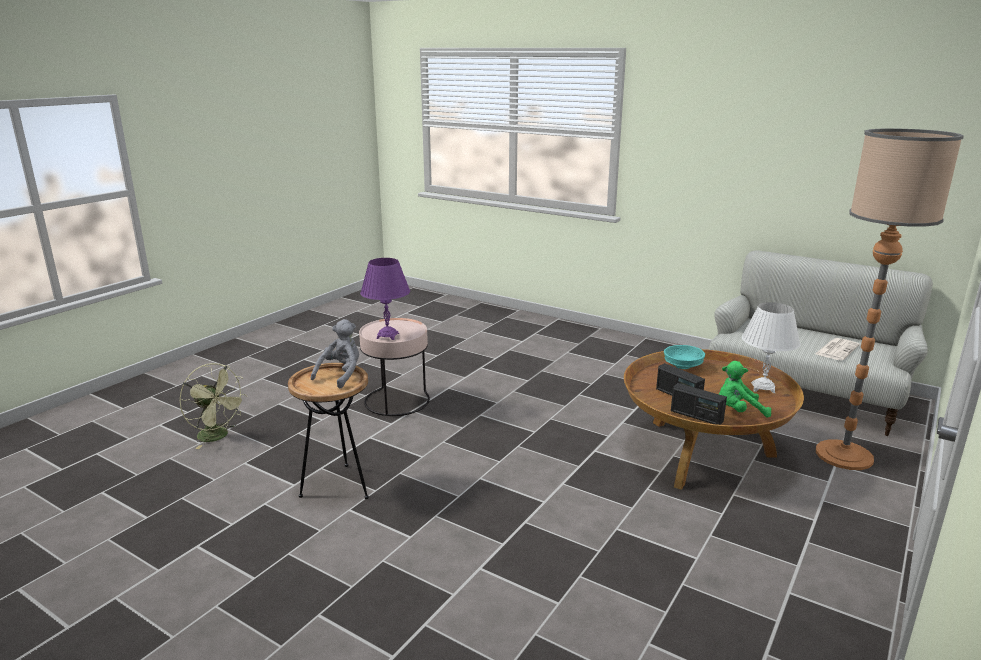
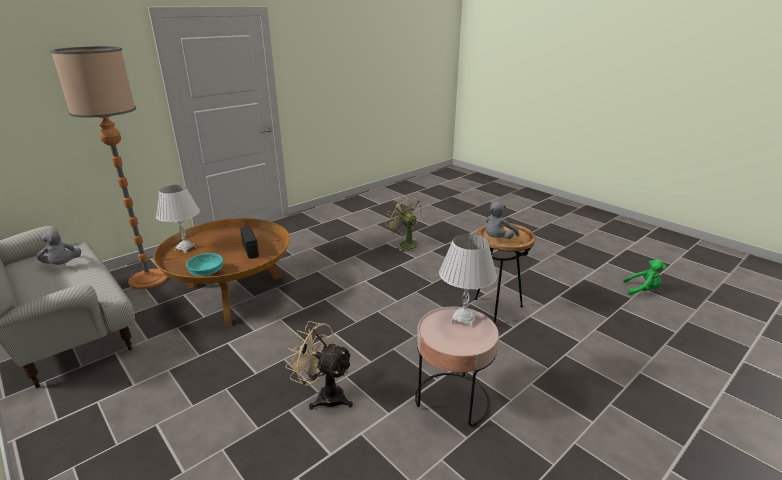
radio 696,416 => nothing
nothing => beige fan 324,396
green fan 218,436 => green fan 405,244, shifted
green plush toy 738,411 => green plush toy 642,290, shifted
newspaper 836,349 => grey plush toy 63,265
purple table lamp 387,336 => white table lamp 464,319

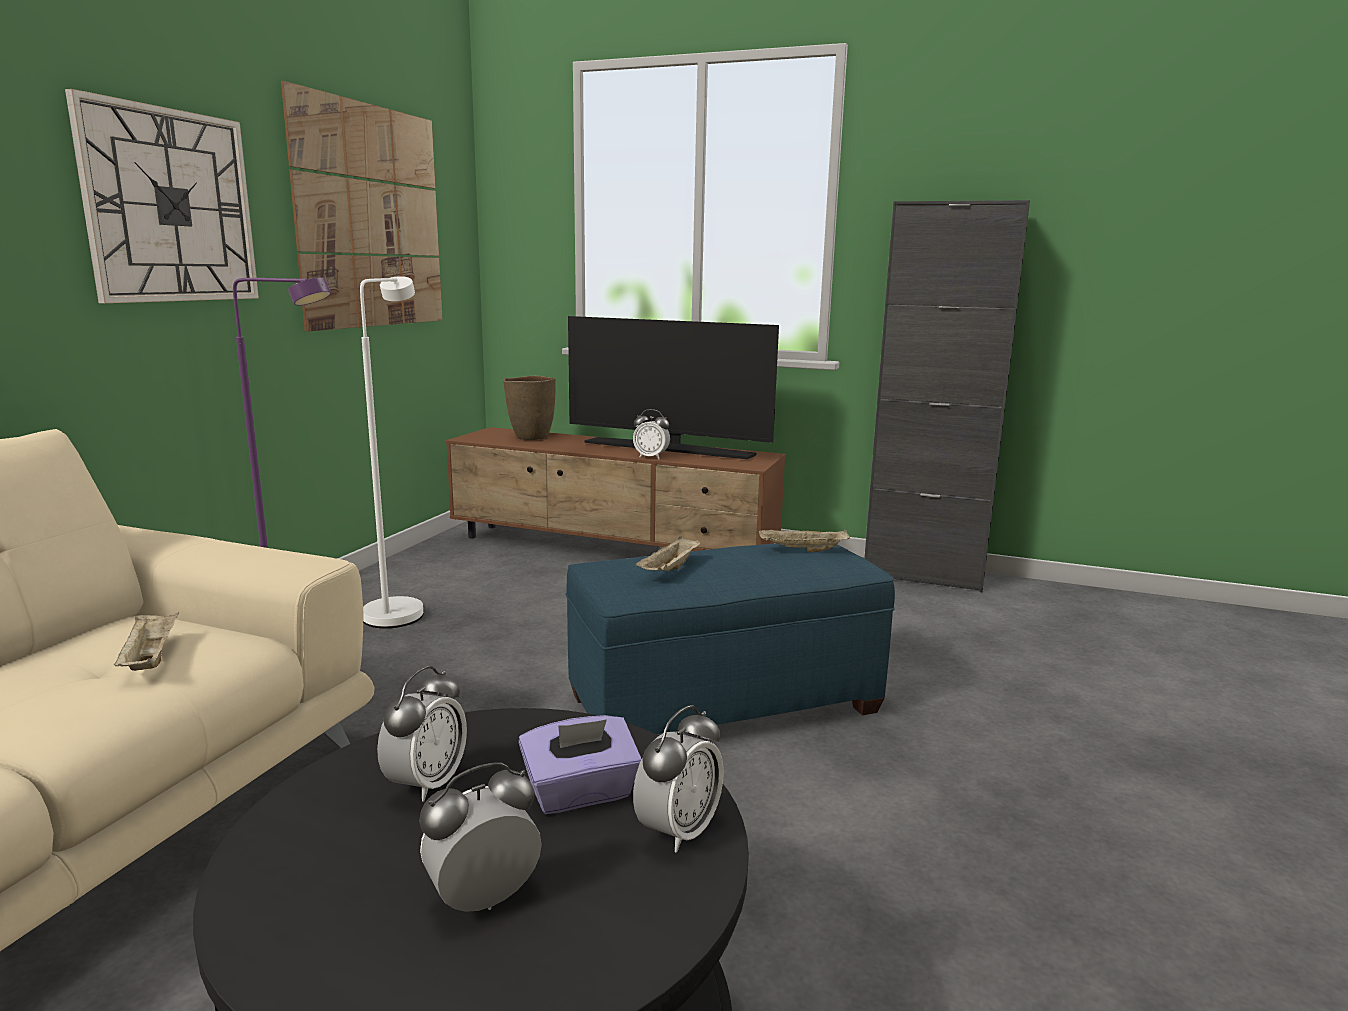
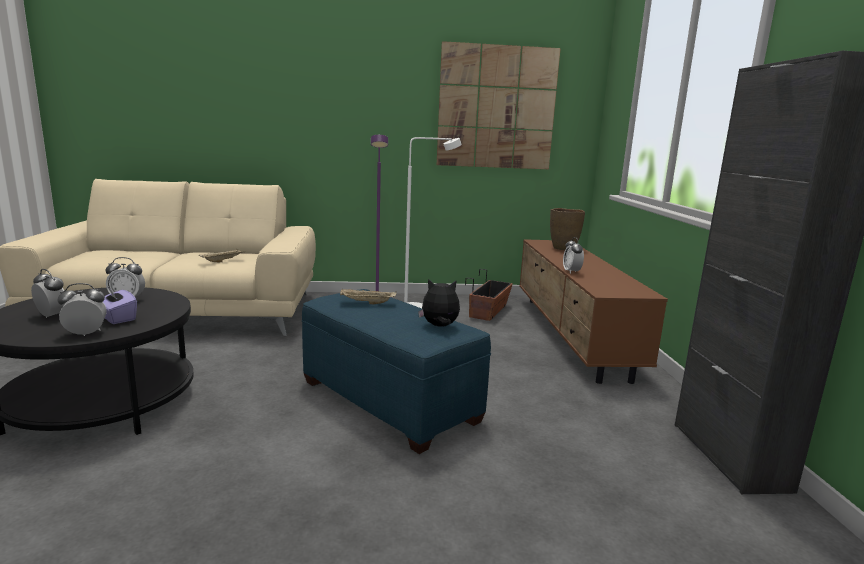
wall clock 170,206 => nothing
television 669,449 => nothing
nothing => planter 489,311
beige tray 802,551 => plush toy 439,326
alarm clock 678,831 => alarm clock 86,334, 150 degrees clockwise

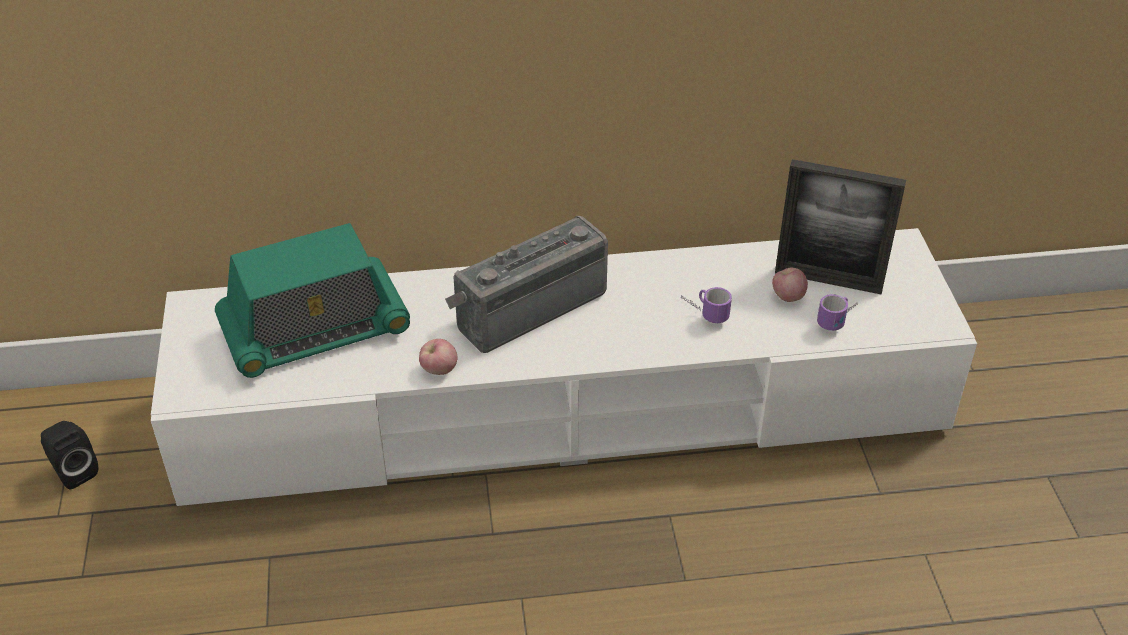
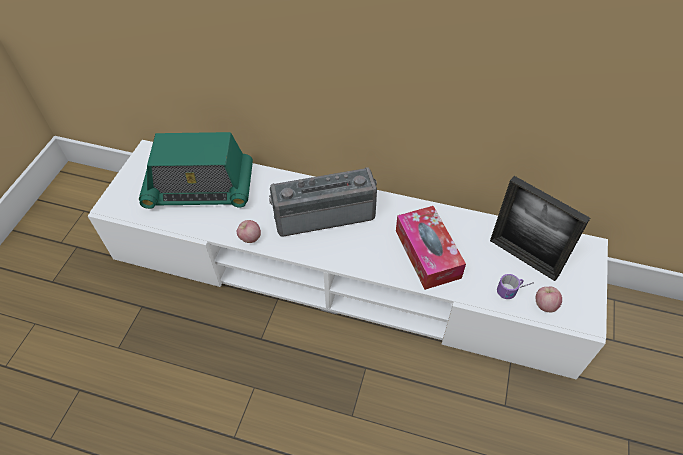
black speaker 74,471 => nothing
apple 787,297 => apple 545,305, shifted
mug 703,313 => tissue box 427,253

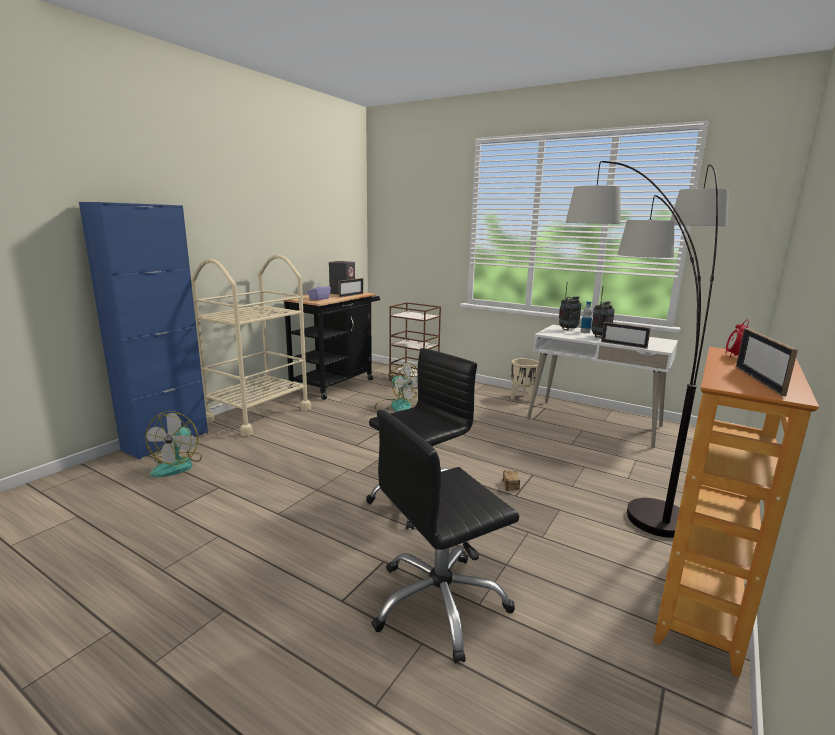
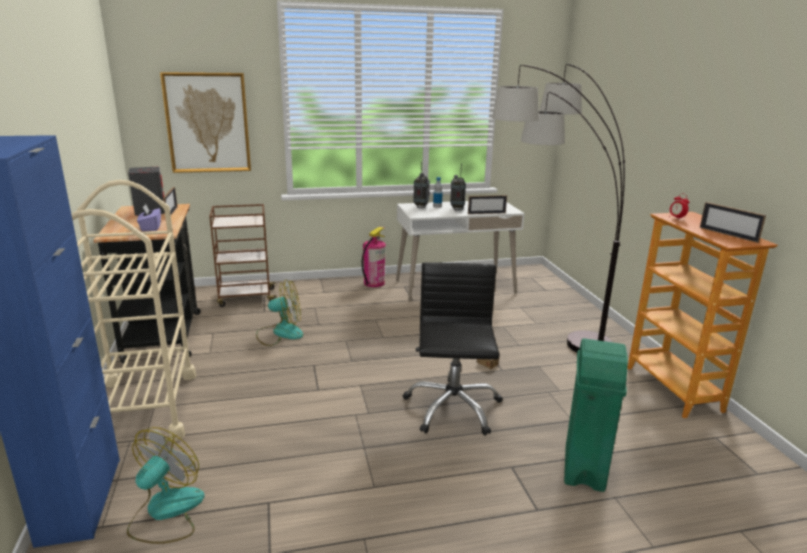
nothing => picture 207,123
black office chair 439,603 => green trash can 583,468
beige planter 522,398 => fire extinguisher 374,283
fan 178,465 => fan 165,512, 120 degrees counterclockwise

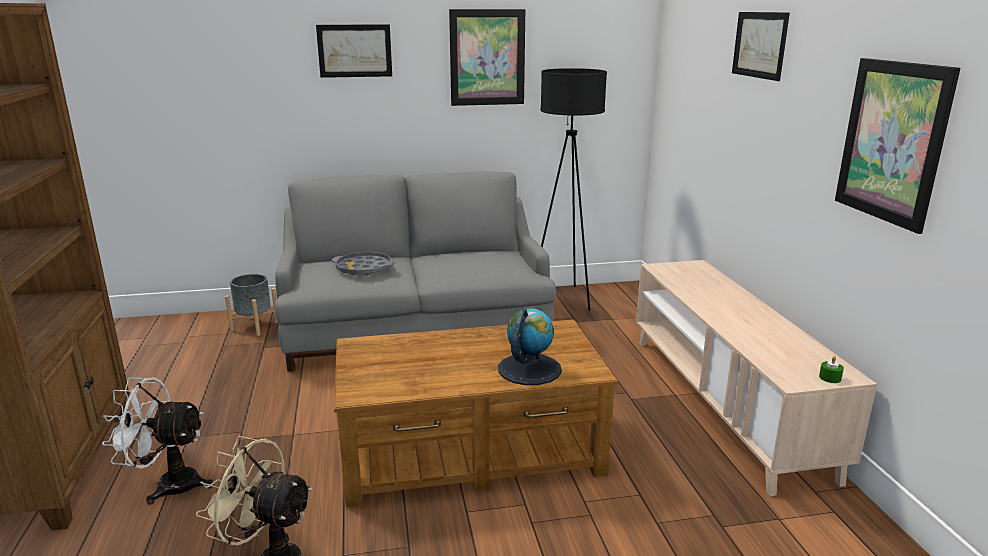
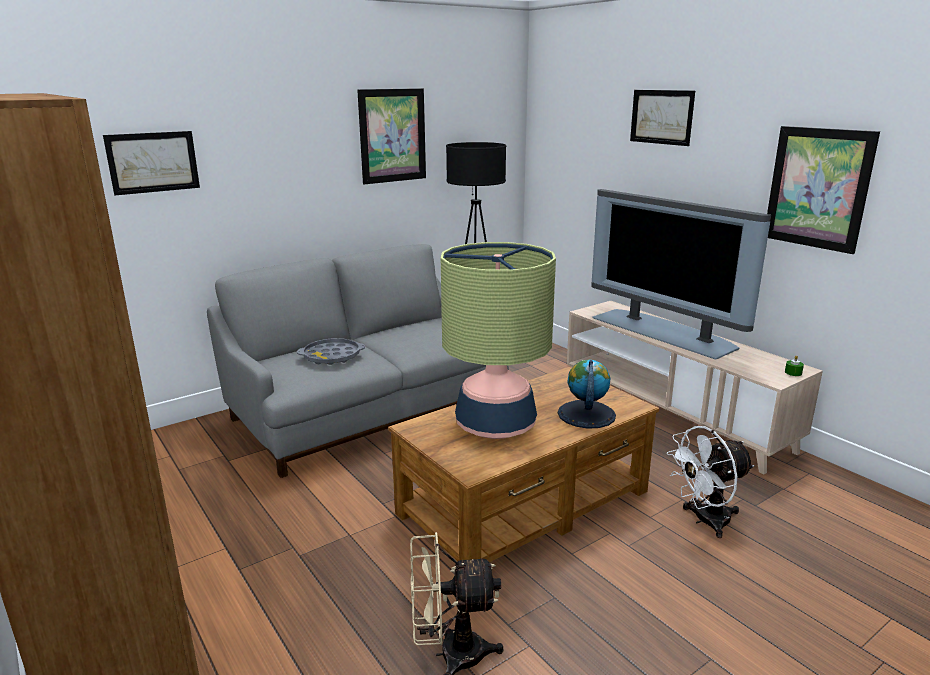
grey planter 255,326 => nothing
nothing => table lamp 495,425
nothing => television 664,331
white fan 168,484 => white fan 704,521, shifted
picture 354,51 => picture 153,162, shifted

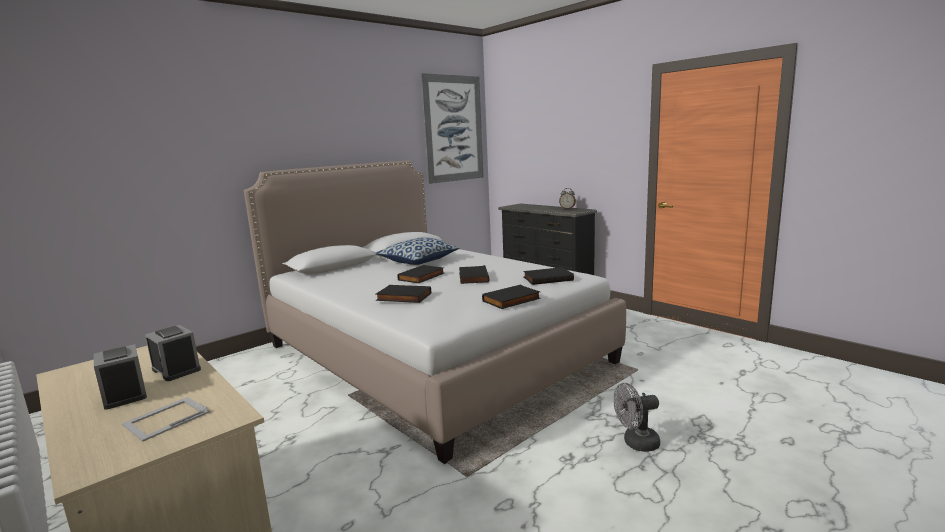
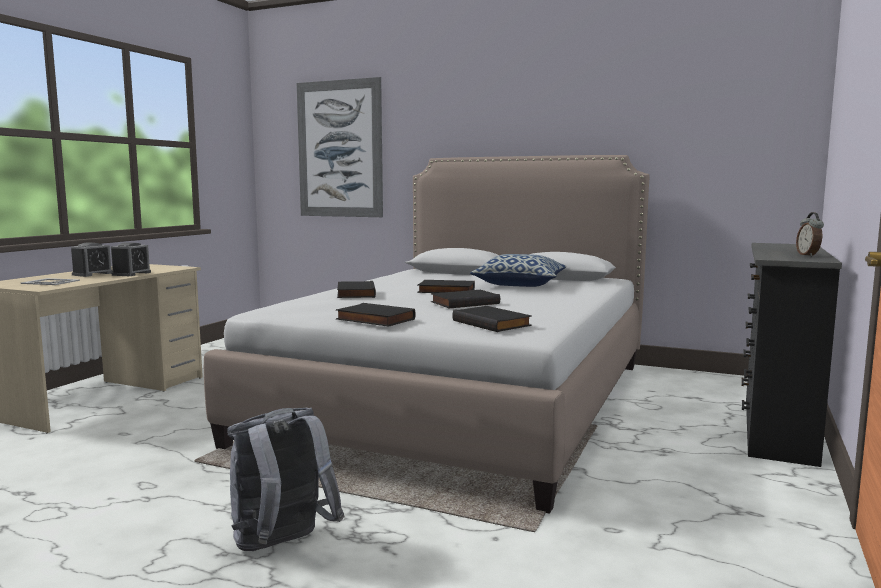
picture 453,129 => picture 340,149, shifted
grey fan 636,443 => grey backpack 282,546

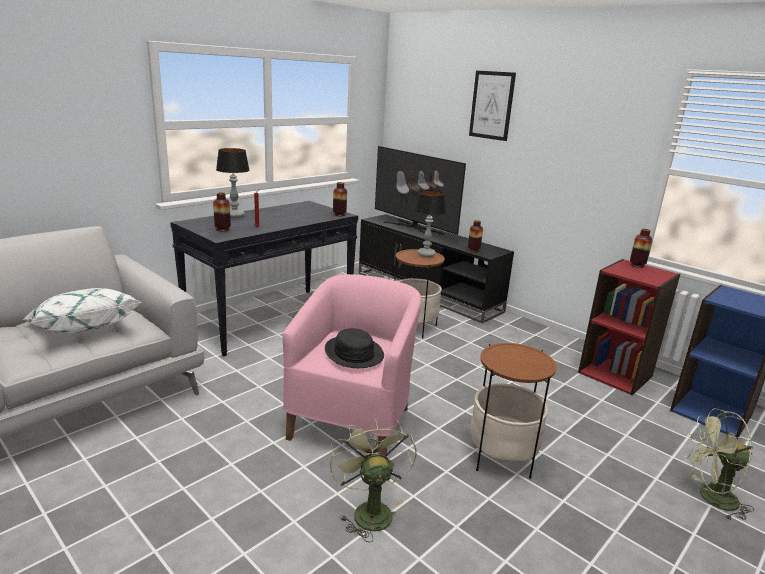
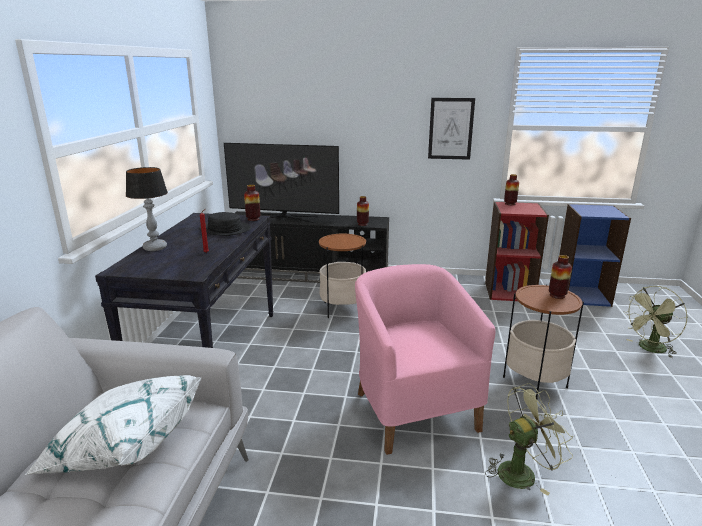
table lamp 426,254 => nothing
vase 222,229 => vase 557,295, shifted
black hat 353,353 => black hat 225,229, shifted
picture 491,105 => picture 450,129, shifted
green fan 369,510 => green fan 522,472, 120 degrees clockwise

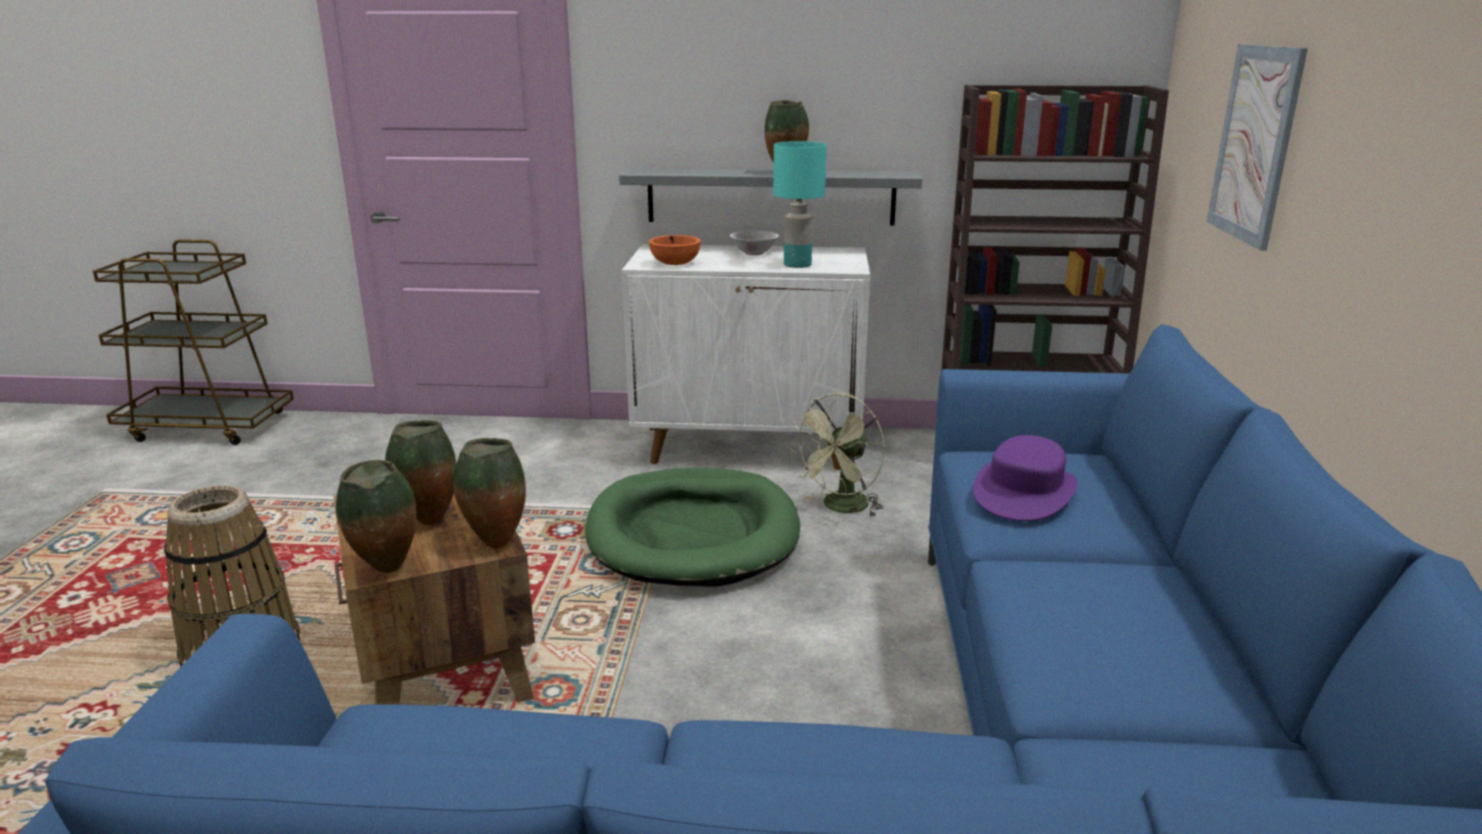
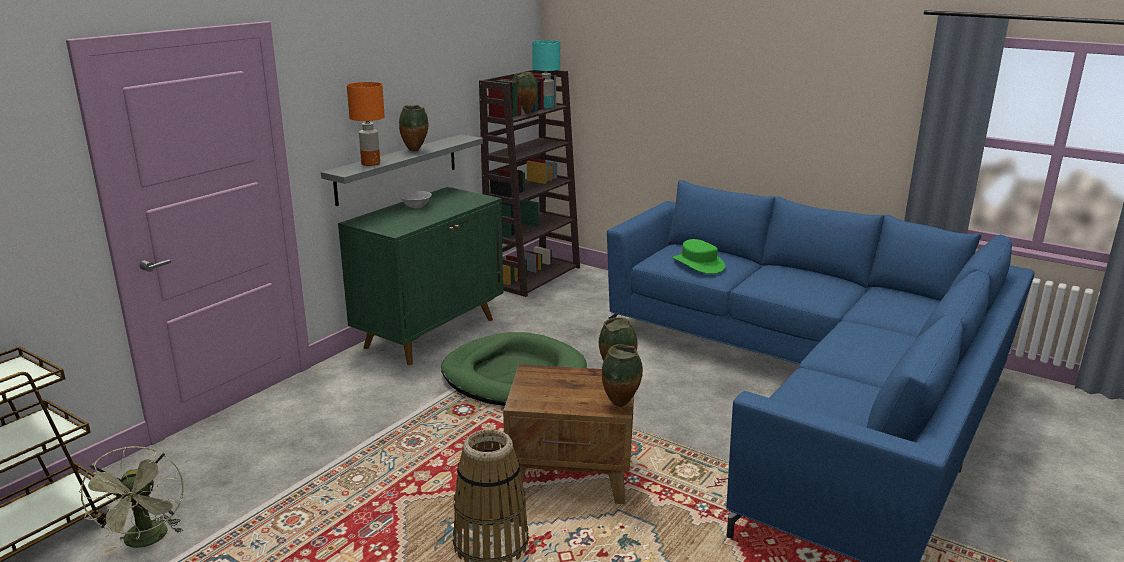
orange bowl 675,264 => nothing
picture 1254,144 => nothing
nothing => orange table lamp 370,164
vase 428,521 => vase 524,113, shifted
turquoise table lamp 797,264 => turquoise table lamp 545,107, shifted
green fan 841,508 => green fan 147,541, shifted
white cabinet 750,447 => green cabinet 431,333
purple hat 1025,492 => green hat 698,264

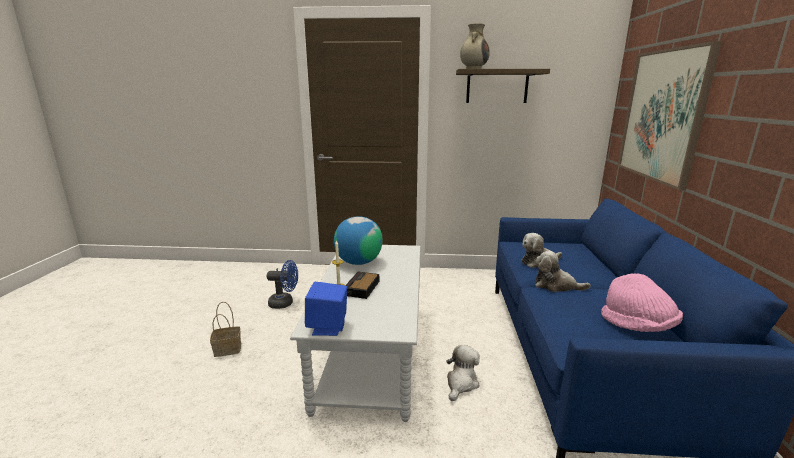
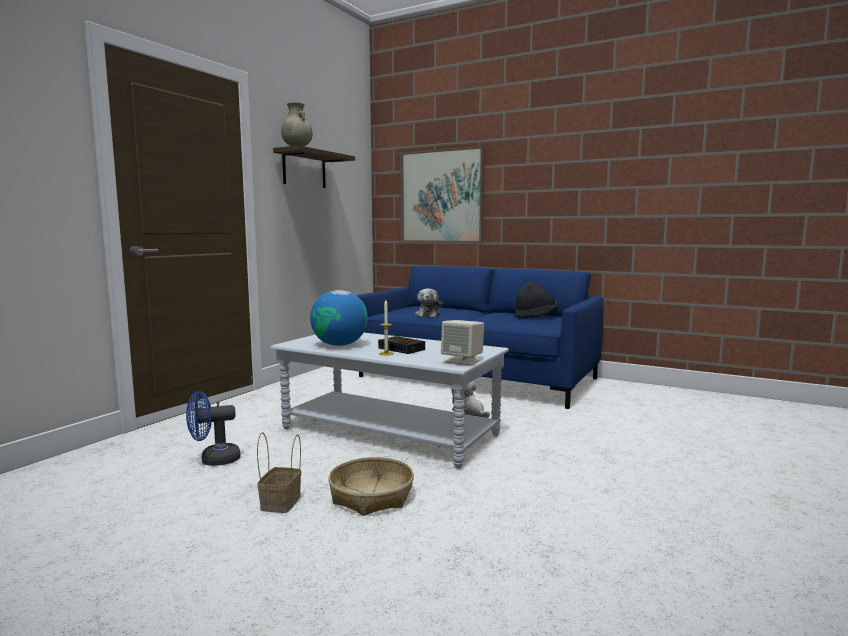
plush toy 555,285 => nothing
nothing => basket 371,496
blue speaker 328,327 => beige speaker 463,361
pink hat 637,326 => black hat 535,317
blue fan 285,303 => blue fan 214,460, 135 degrees counterclockwise

